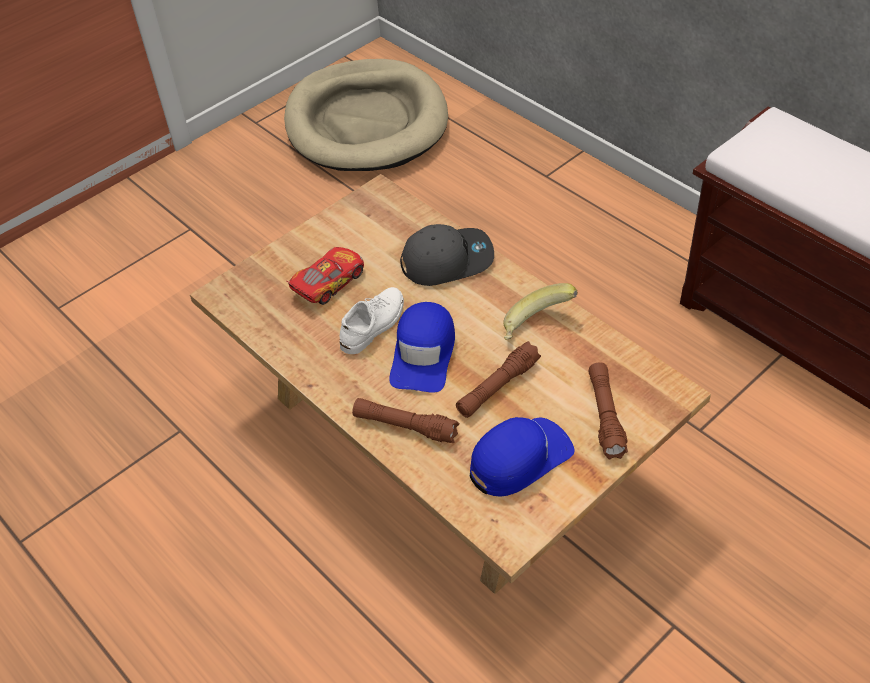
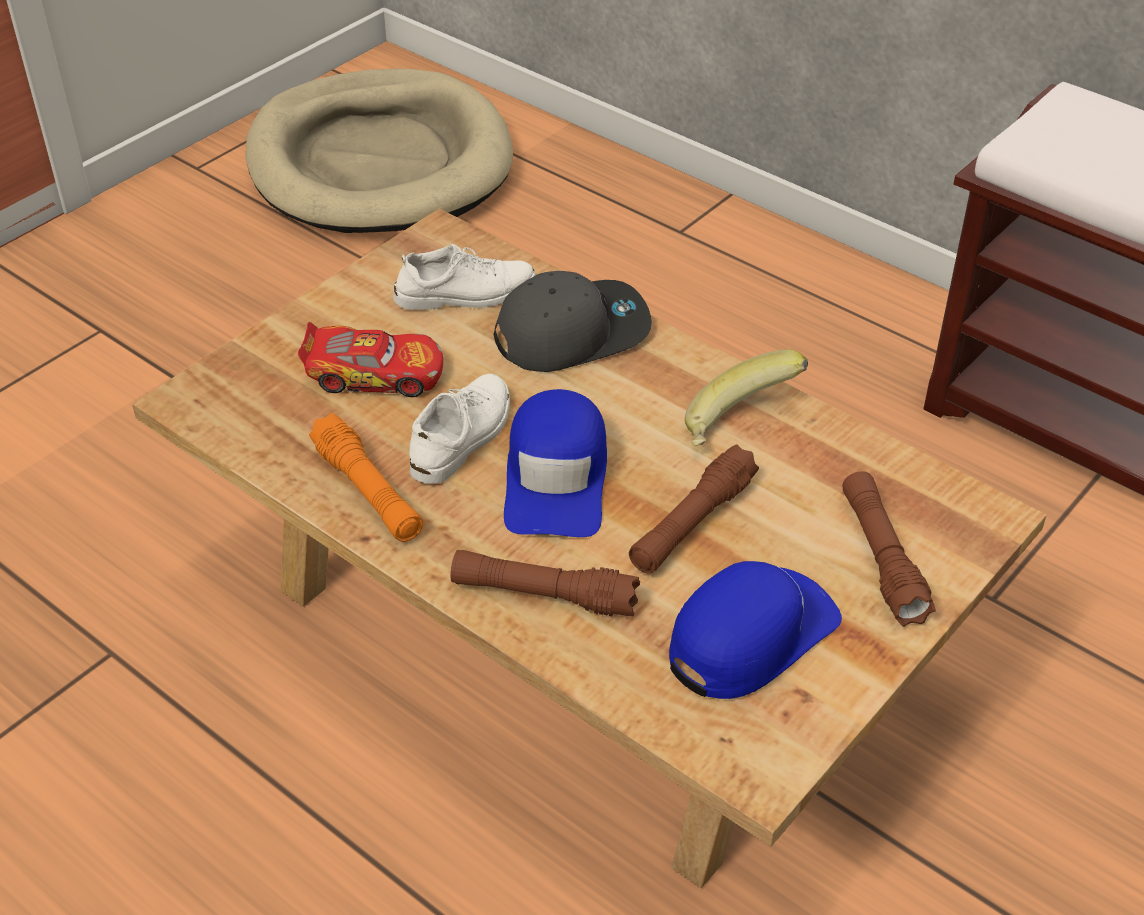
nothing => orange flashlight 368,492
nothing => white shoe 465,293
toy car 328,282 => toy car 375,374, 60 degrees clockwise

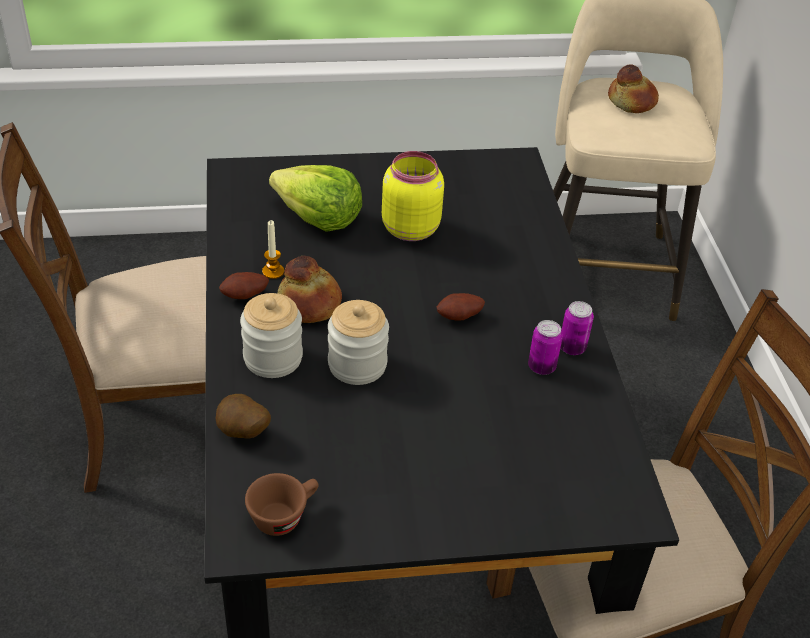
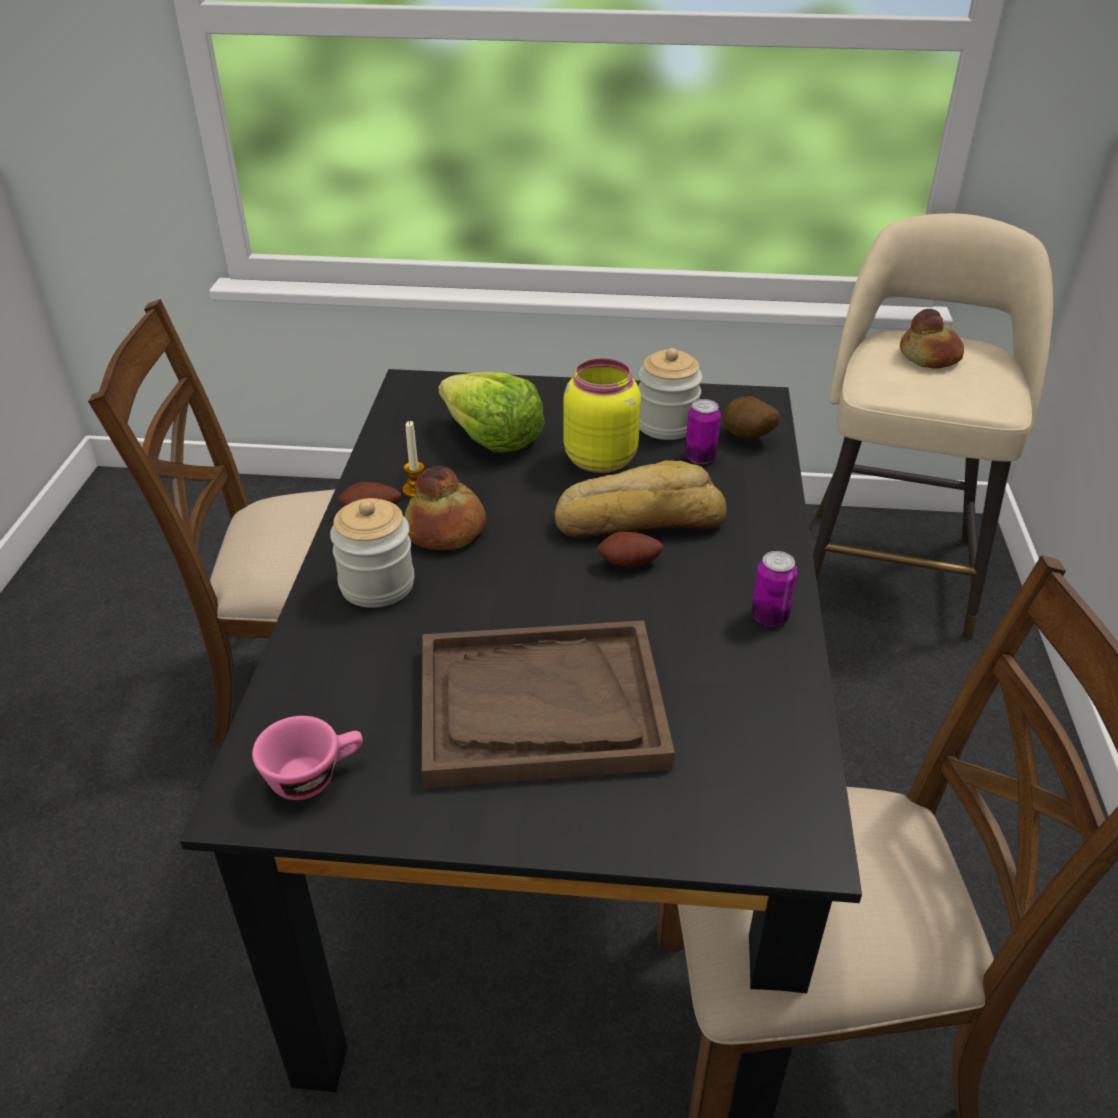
nothing => brown tray 540,707
nothing => bread 639,518
potato 243,433 => potato 747,438, shifted
jar 357,364 => jar 666,424, shifted
can 541,367 => can 700,457, shifted
brown cup 284,515 => pink cup 314,775

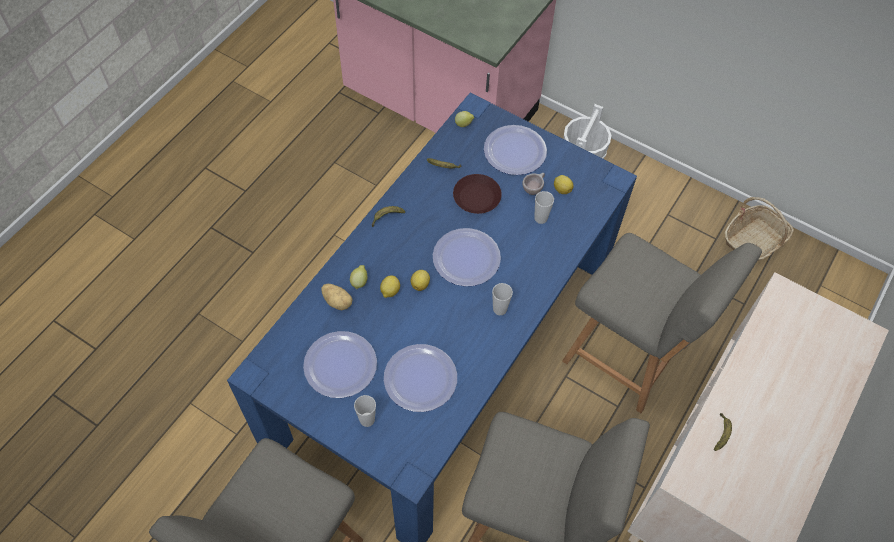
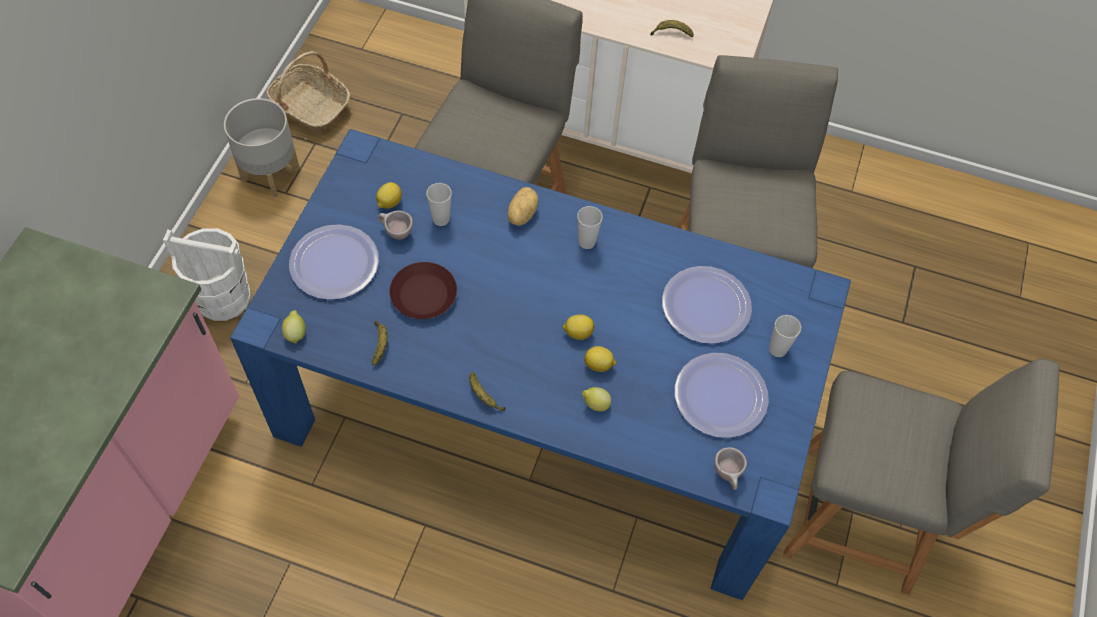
plate 466,258 => nothing
nothing => grey planter 270,173
nothing => beige cup 728,476
potato 338,301 => potato 521,214, shifted

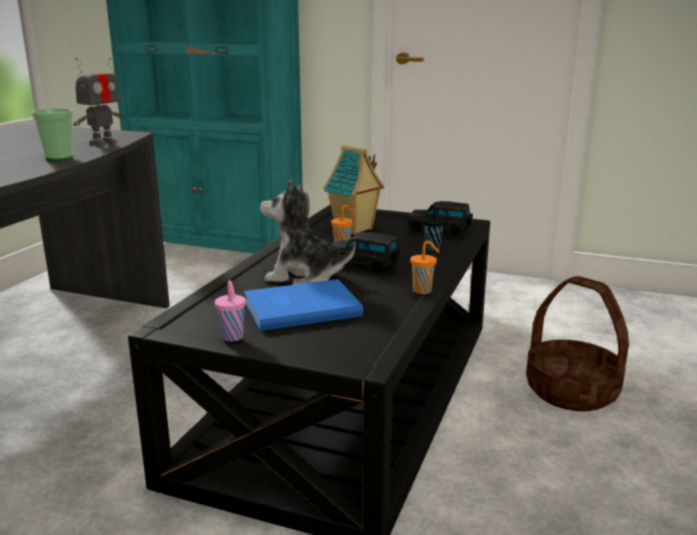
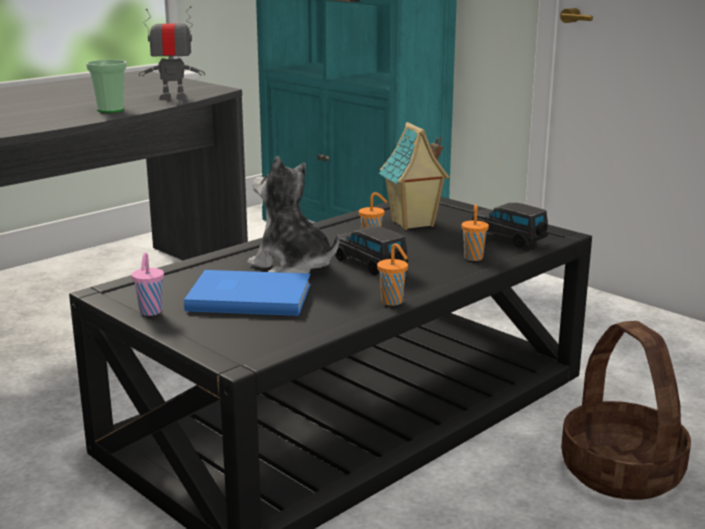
black cup 432,248 => orange cup 473,257
toy robot 103,143 => toy robot 173,98, 150 degrees counterclockwise

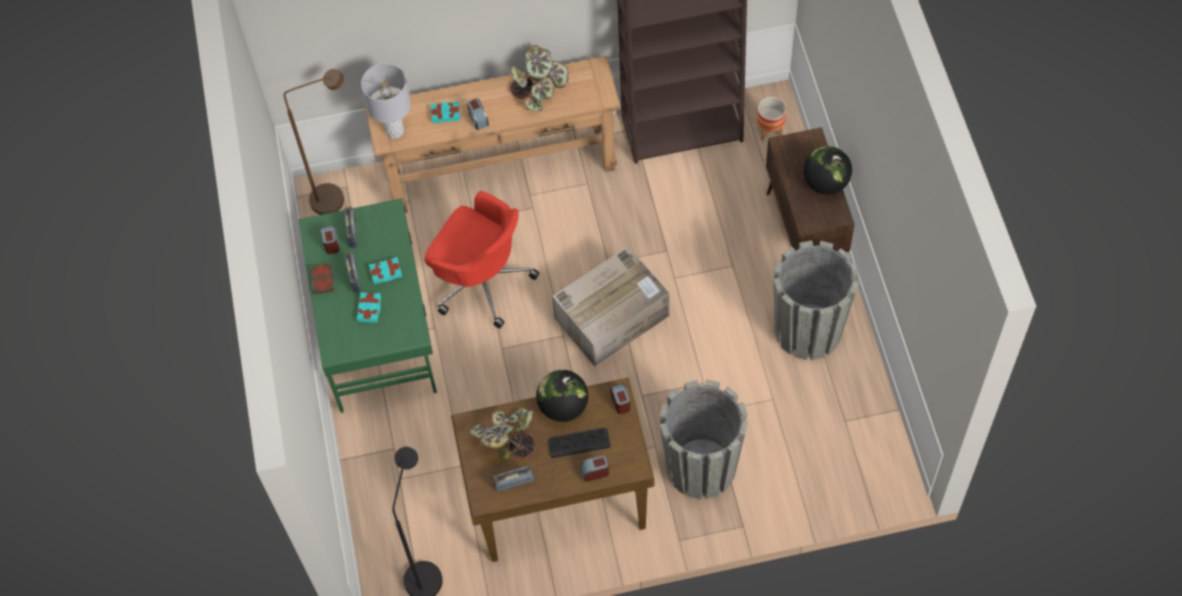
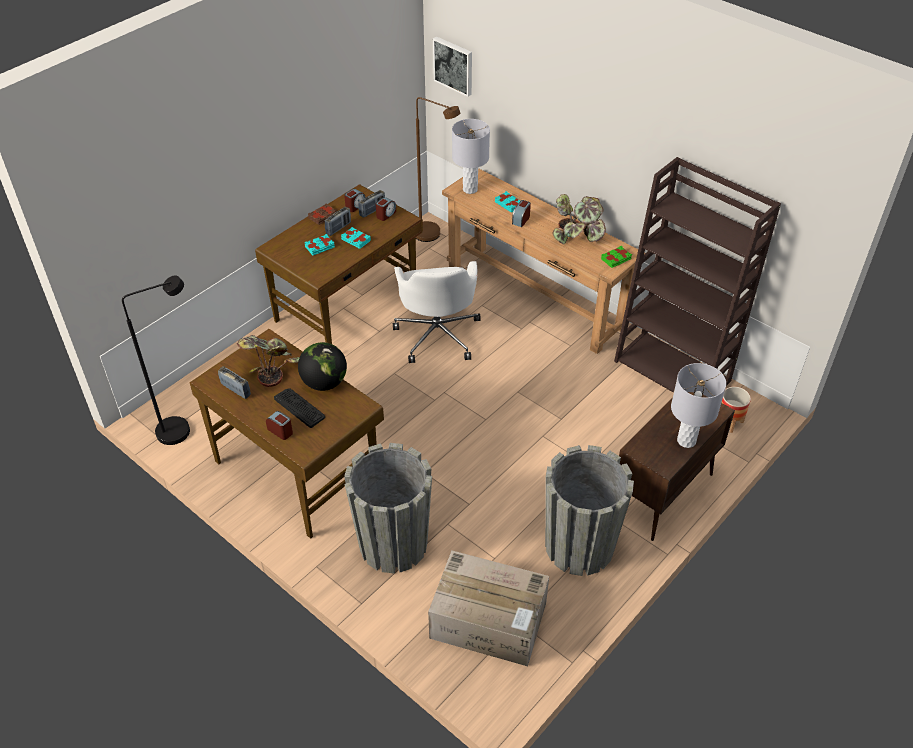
nothing => picture 454,65
nothing => green book 616,259
cardboard box 613,316 => cardboard box 490,620, shifted
alarm clock 621,402 => alarm clock 386,214, shifted
globe 825,183 => grey table lamp 686,440
green desk 378,336 => brown desk 348,308
red office chair 481,281 => white office chair 438,334

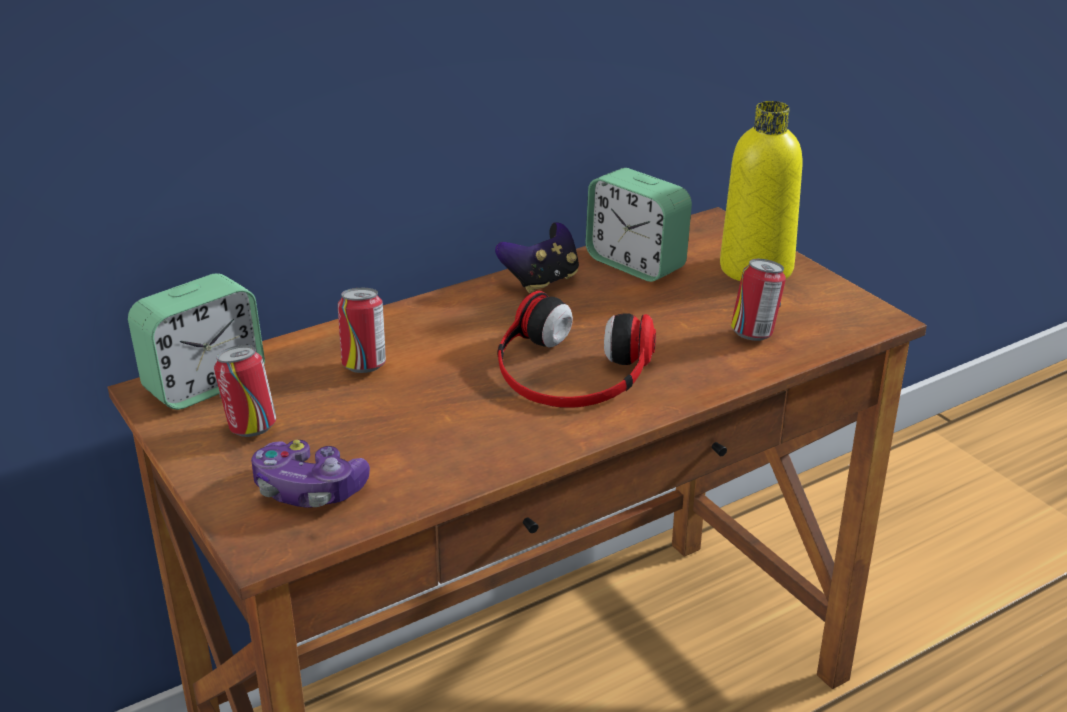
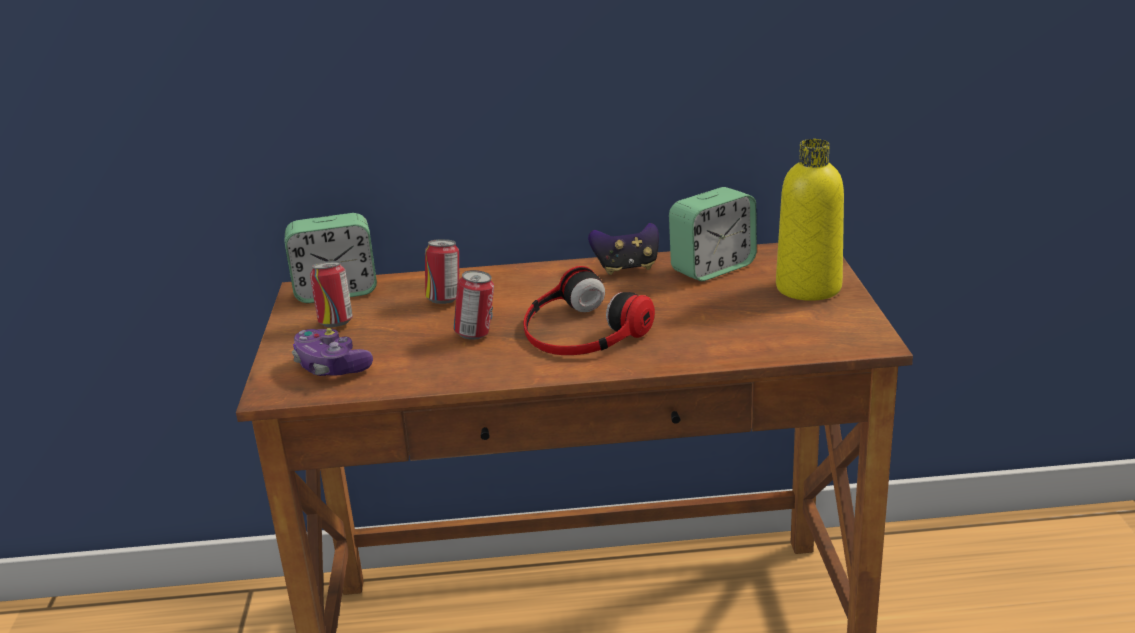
can 754,334 => can 476,335, shifted
alarm clock 636,264 => alarm clock 713,268, 105 degrees counterclockwise

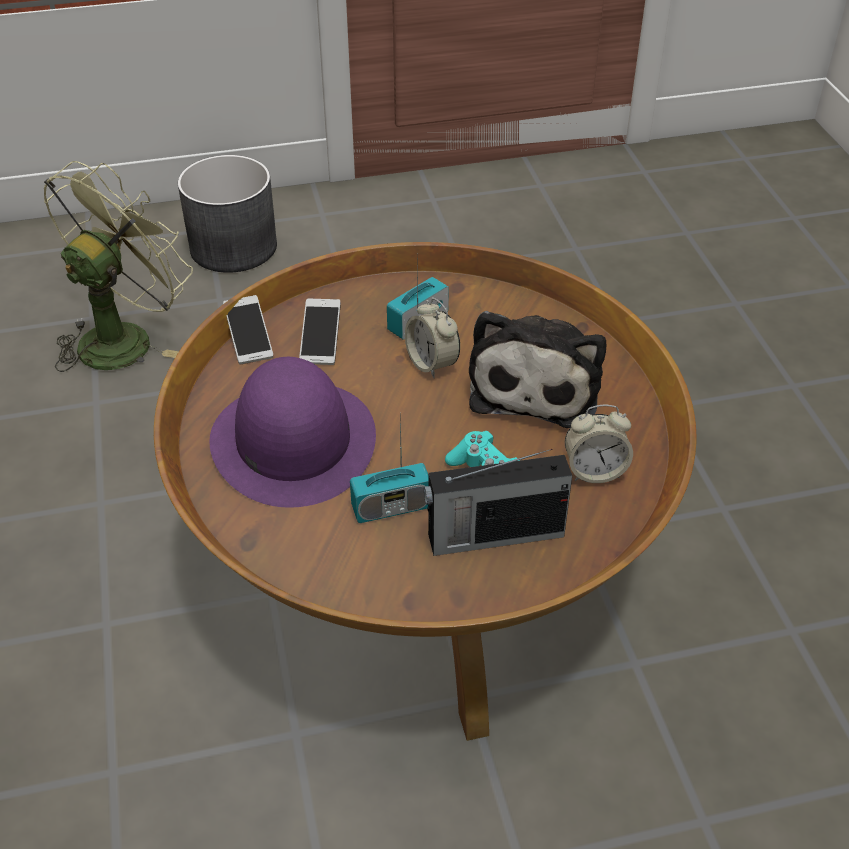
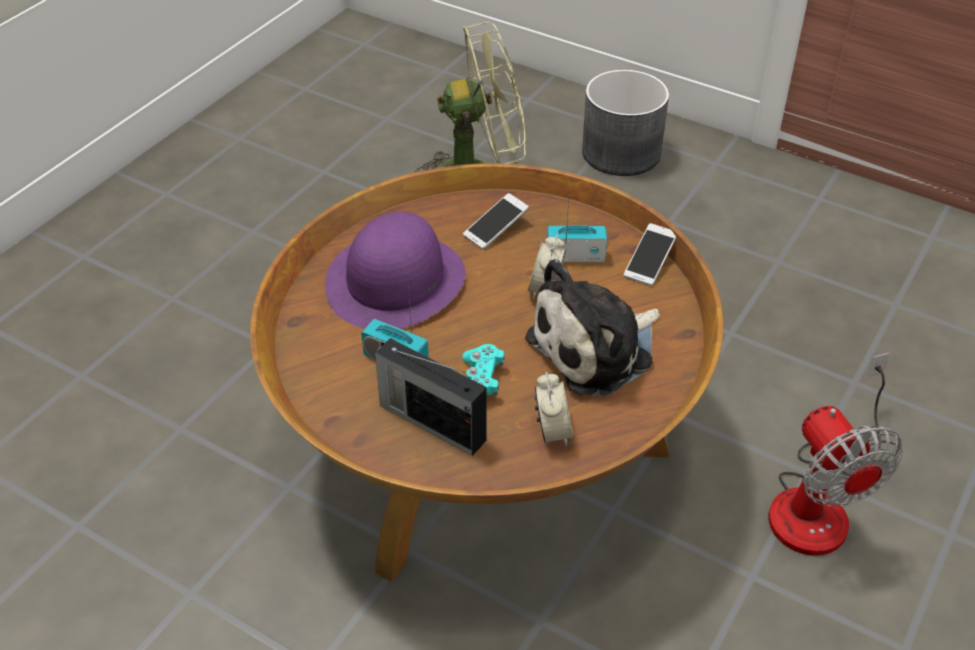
nothing => fan 819,501
phone 249,338 => phone 649,262, shifted
alarm clock 594,471 => alarm clock 552,432, 135 degrees counterclockwise

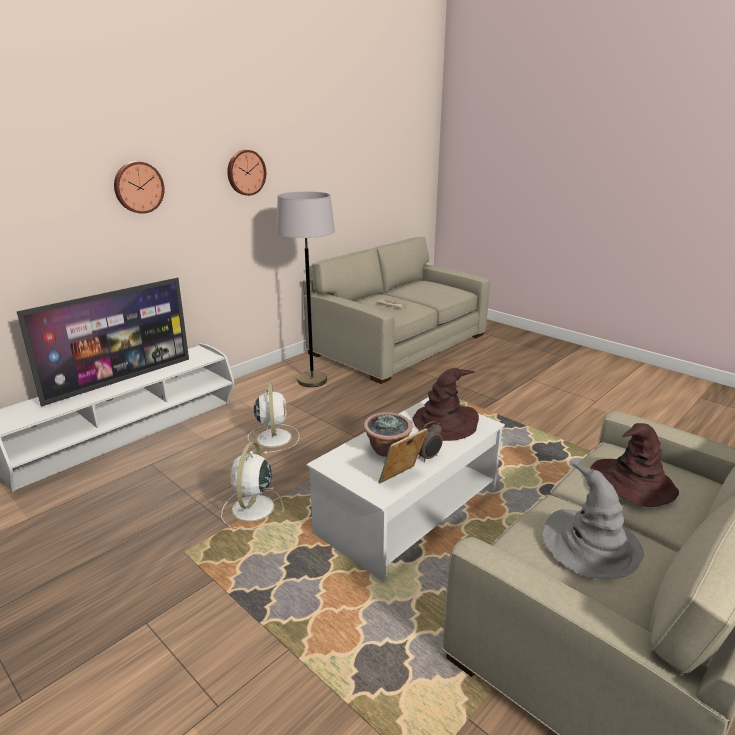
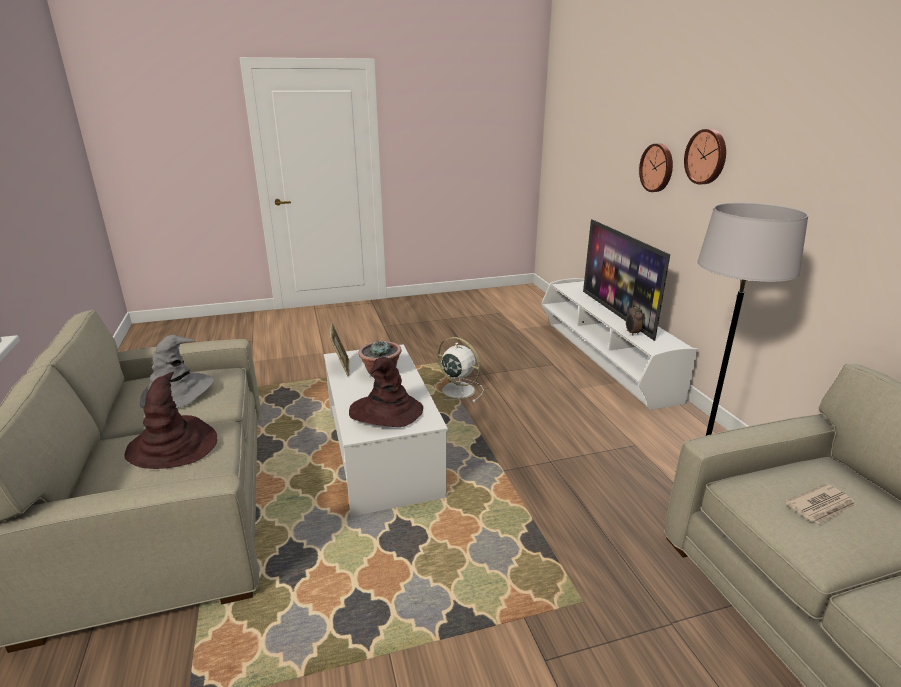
white fan 274,437 => nothing
wall clock 245,172 => wall clock 657,168, shifted
alarm clock 428,457 => alarm clock 632,333, shifted

